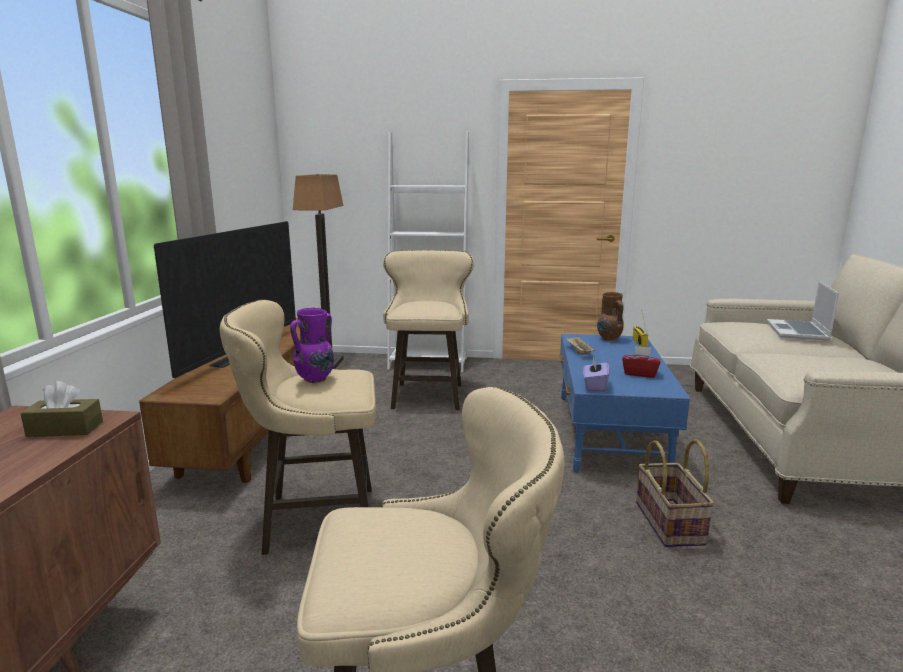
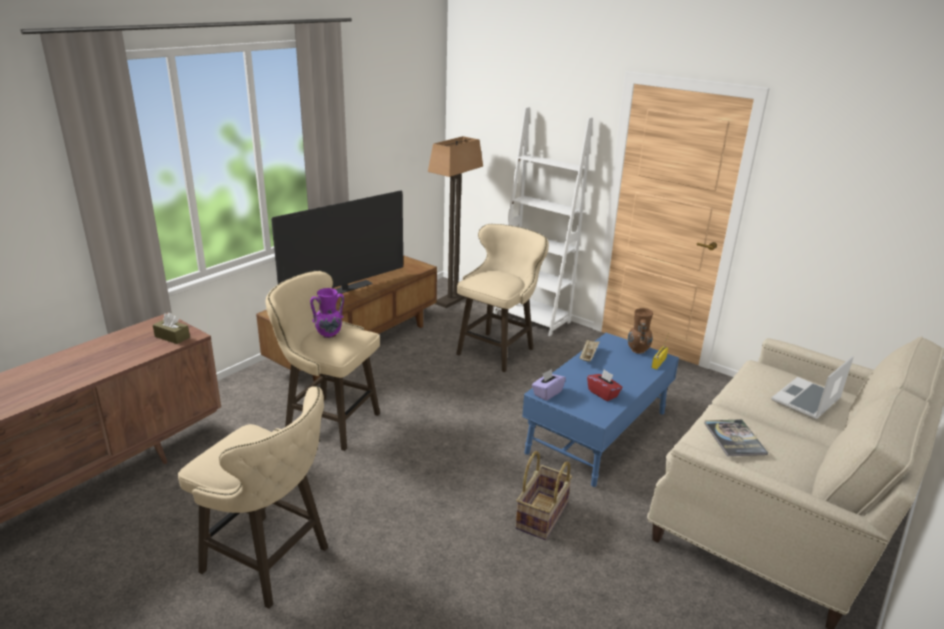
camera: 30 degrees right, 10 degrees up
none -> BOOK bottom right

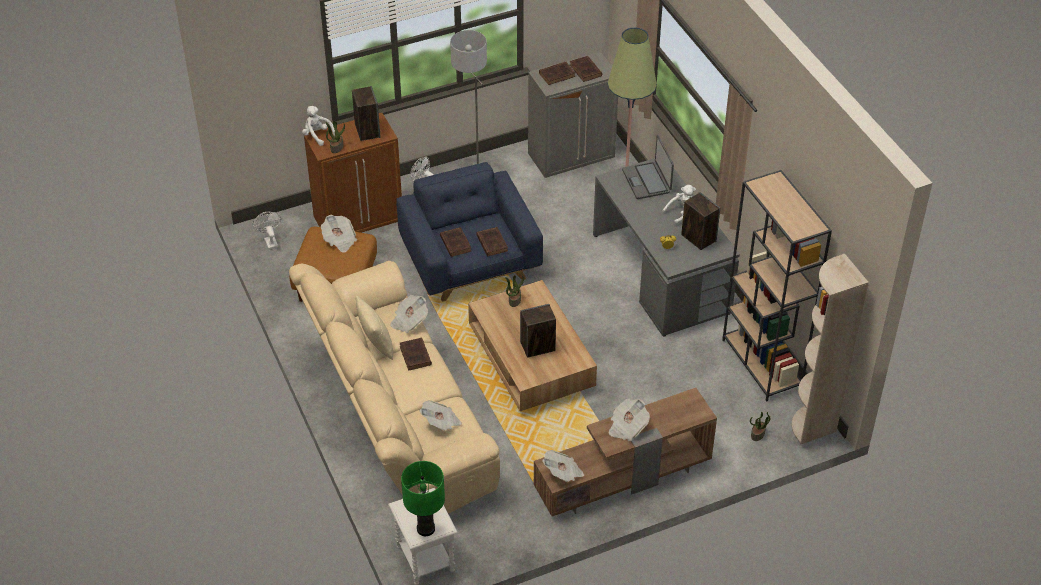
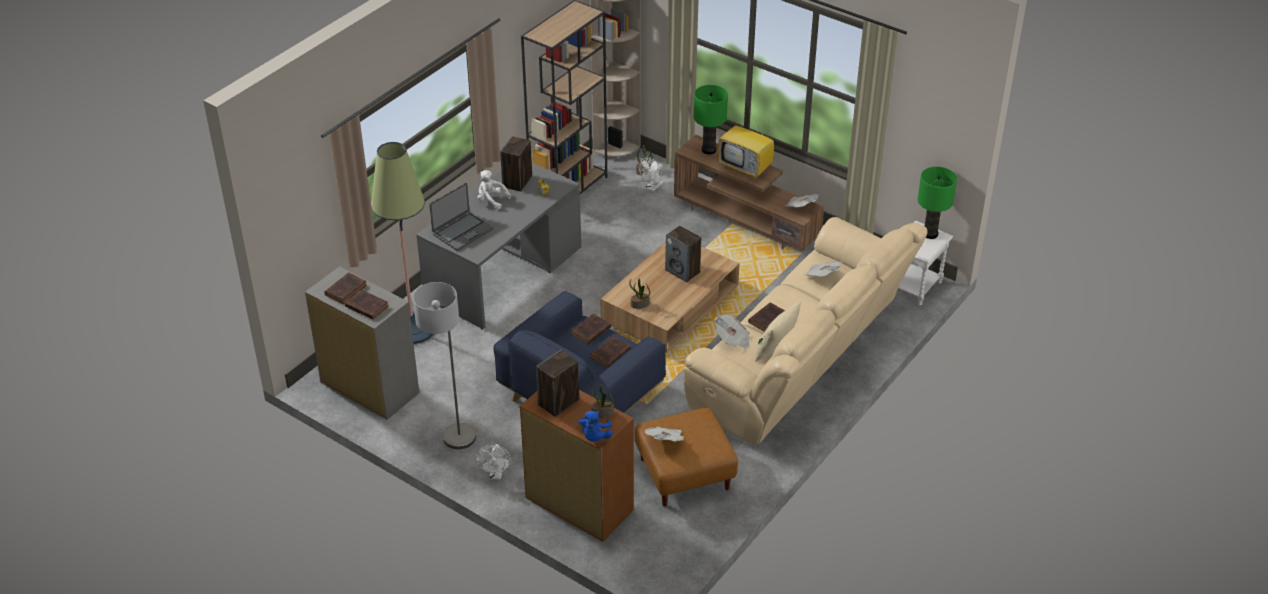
camera: 120 degrees left, 5 degrees down
WHITE PLUSH TOY (1st from left) top left -> BLUE PLUSH TOY bottom centre
WHITE FAN (1st from left in the first image) middle left -> WHITE FAN (2nd from left) top centre, move
NEWSPAPER (5th from left) bottom centre -> TELEVISION top centre
none -> GREEN TABLE LAMP (1st from left) top centre

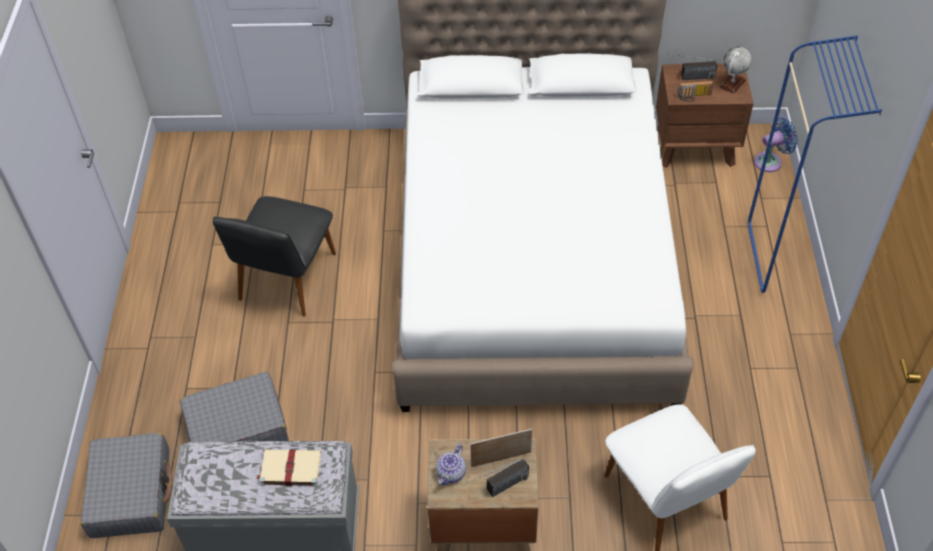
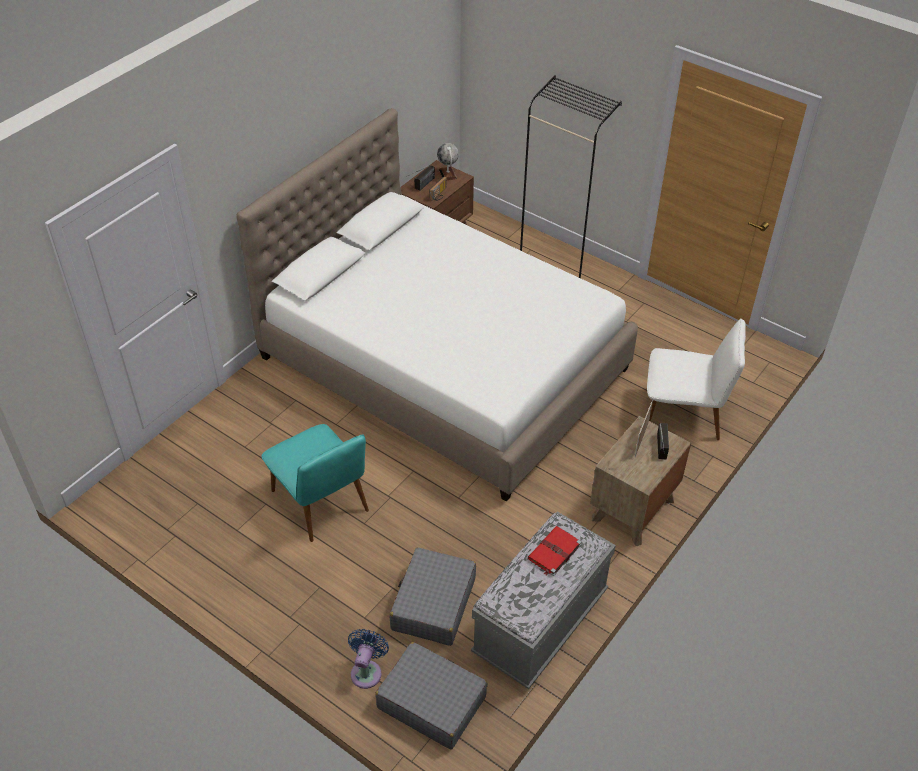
camera: 55 degrees left, 5 degrees down
BLUE CLOTHES RACK top right -> BLACK CLOTHES RACK top centre
BLUE FAN top right -> BLUE FAN bottom centre, move
BLACK CHAIR middle left -> TURQUOISE CHAIR centre
TEAPOT bottom centre -> none
BEIGE BOOK bottom left -> RED BOOK bottom centre

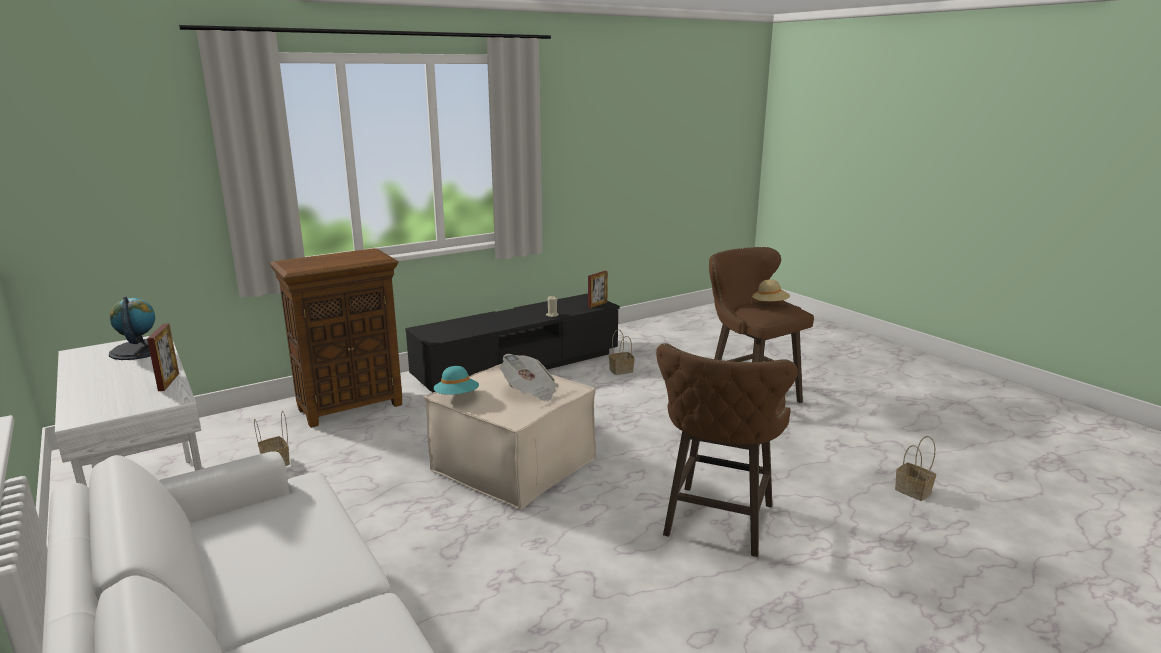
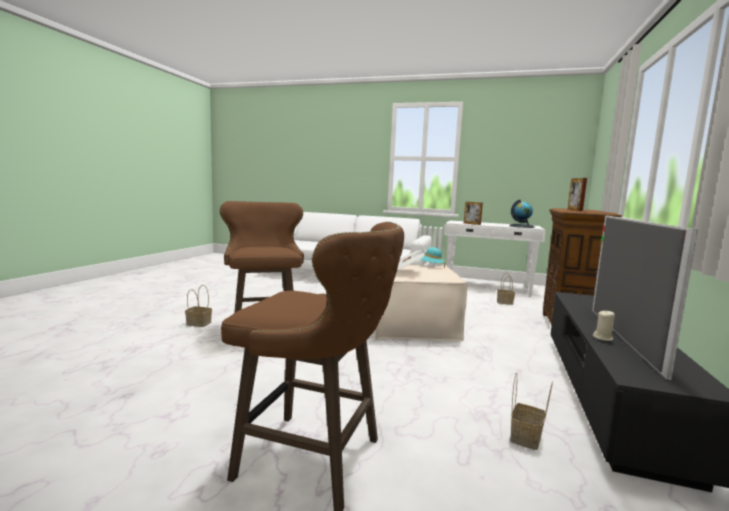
camera: 140 degrees right, 10 degrees down
PICTURE FRAME (2nd from left) centre -> PICTURE FRAME (2nd from left) middle right, move
BEIGE HAT centre -> none
BASKET (3rd from left in the first image) bottom right -> BASKET (1st from left) middle left, move
none -> TELEVISION middle right

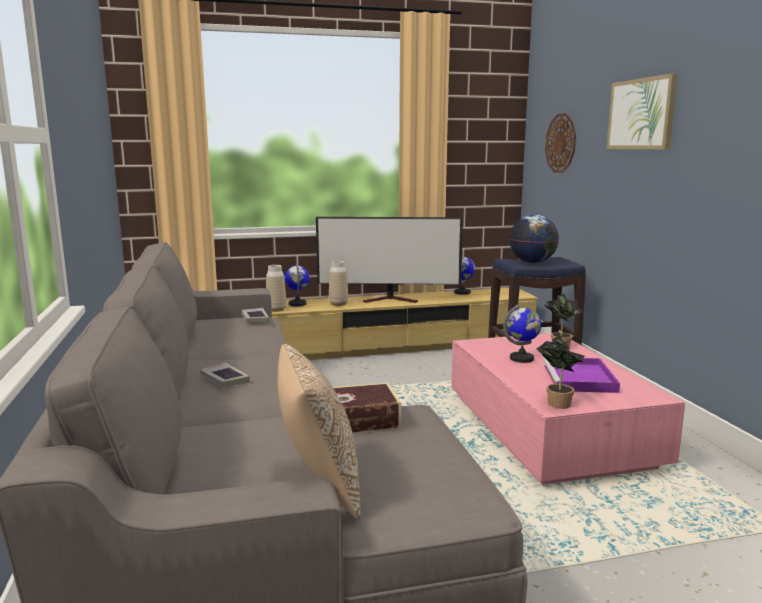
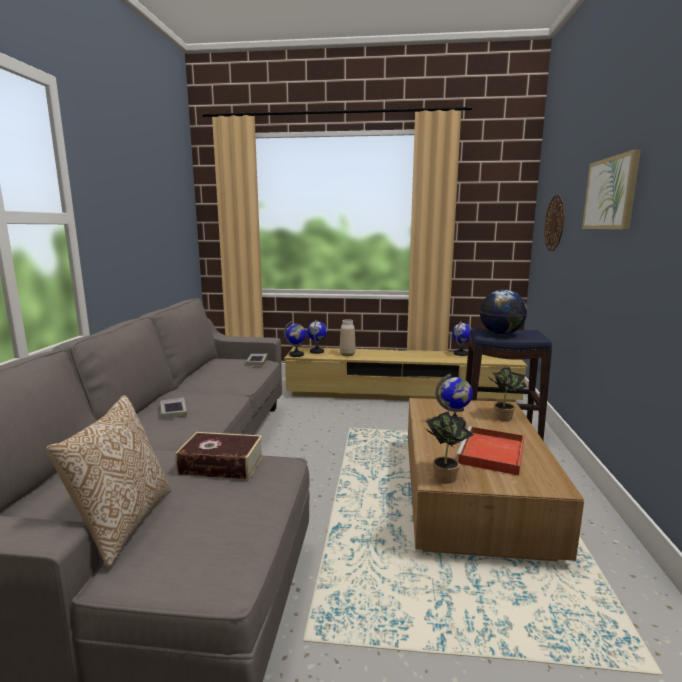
camera: 20 degrees right, 0 degrees up
TELEVISION centre -> none
VASE (1st from left) centre -> GLOBE (1st from left) centre
PINK COFFEE TABLE bottom right -> BROWN COFFEE TABLE bottom right
PURPLE TRAY middle right -> RED TRAY middle right

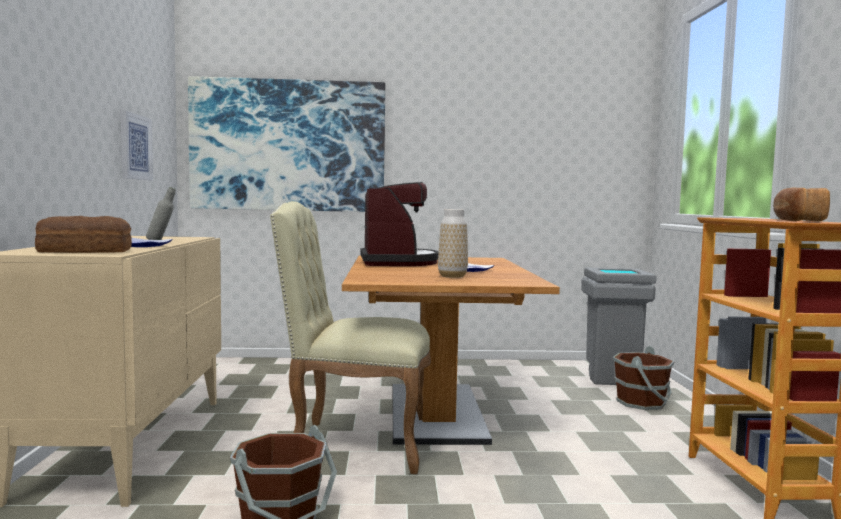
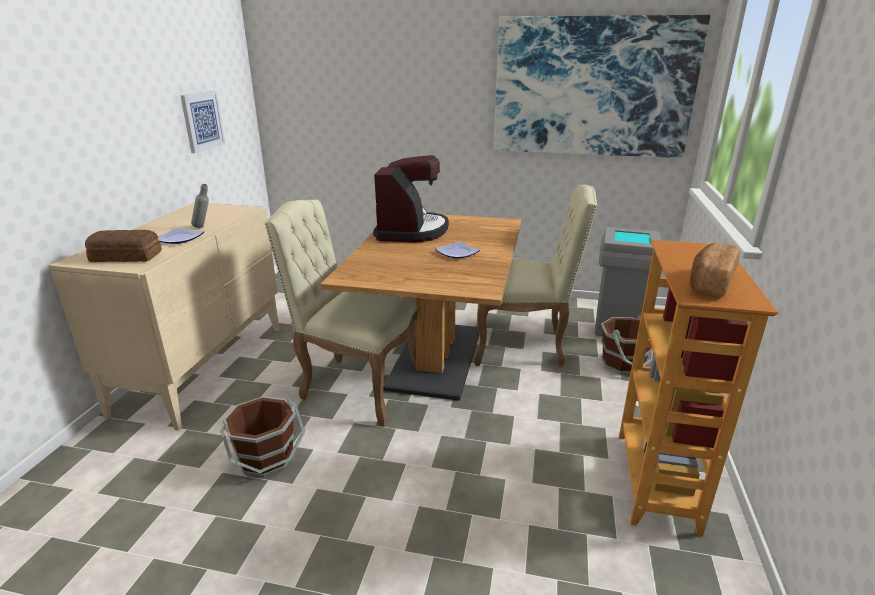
camera: 15 degrees right, 20 degrees up
PICTURE (2nd from left) top centre -> PICTURE (2nd from left) top right, move
VASE centre -> none
none -> BEIGE CHAIR (2nd from left) centre

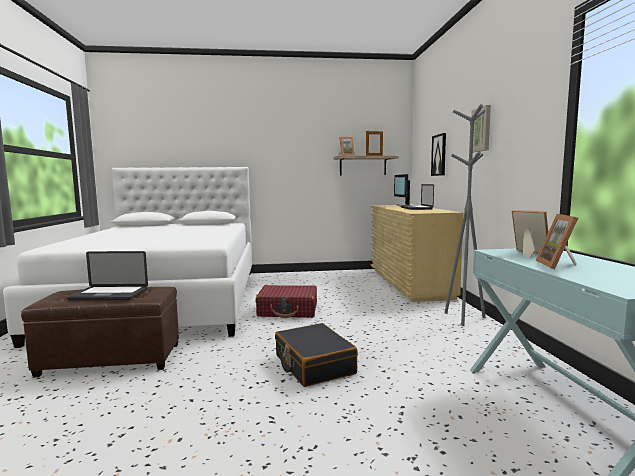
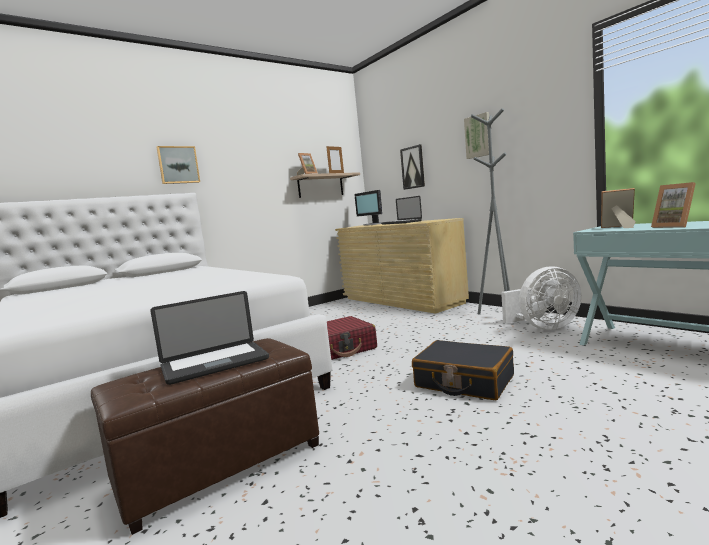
camera: 30 degrees left, 0 degrees up
none -> PICTURE (1st from left) top left
none -> WHITE FAN middle right

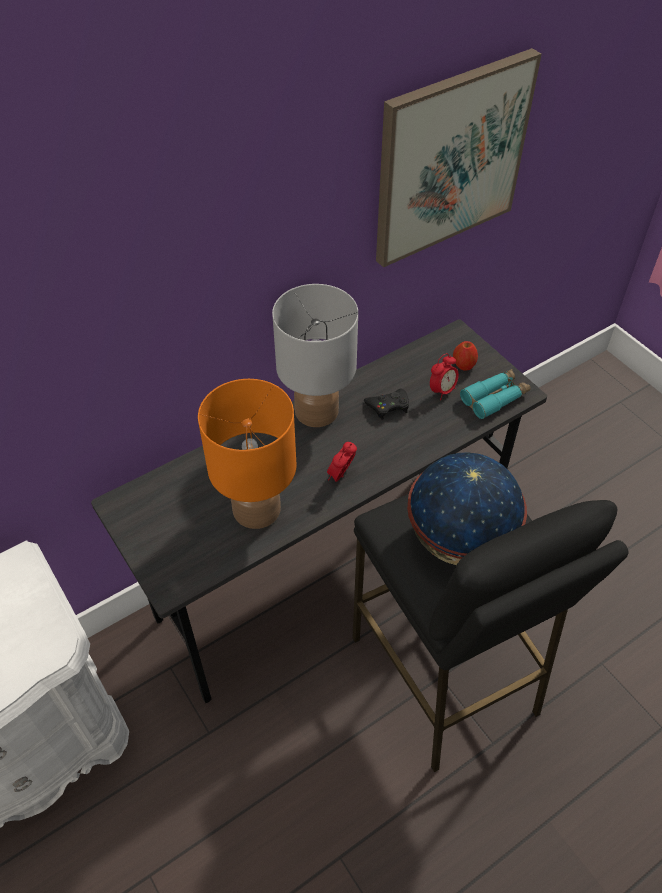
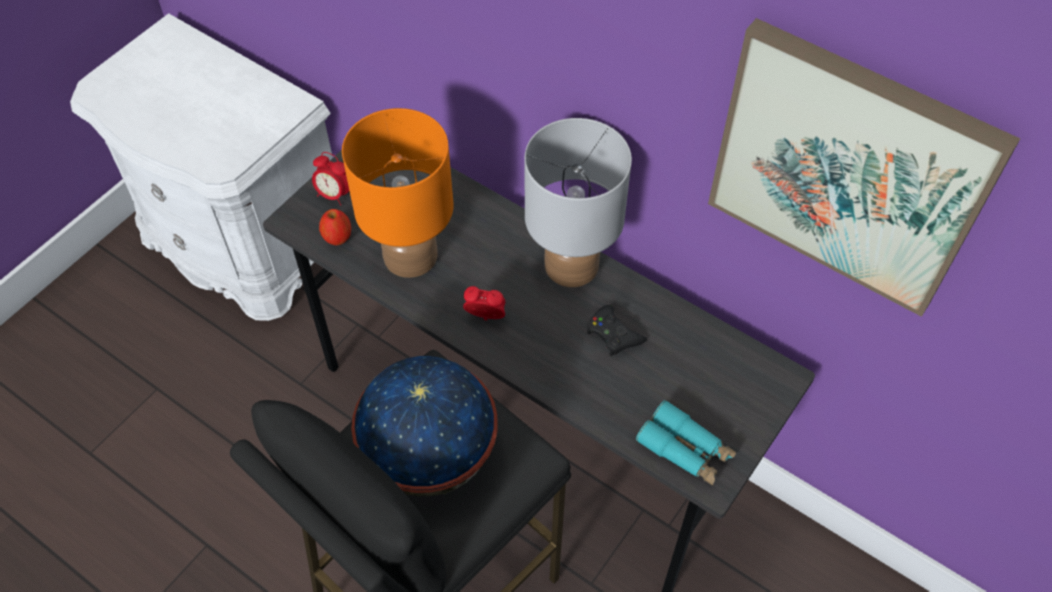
camera: 70 degrees right, 5 degrees up
APPLE middle right -> APPLE middle left, move
ALARM CLOCK (2nd from left in the first image) middle right -> ALARM CLOCK (1st from left) top left, move

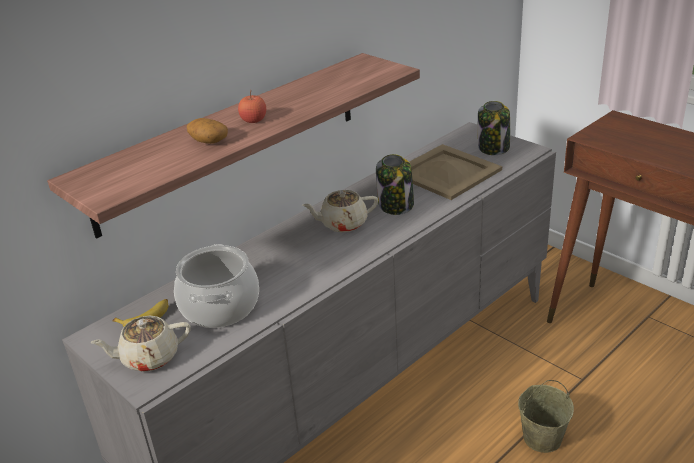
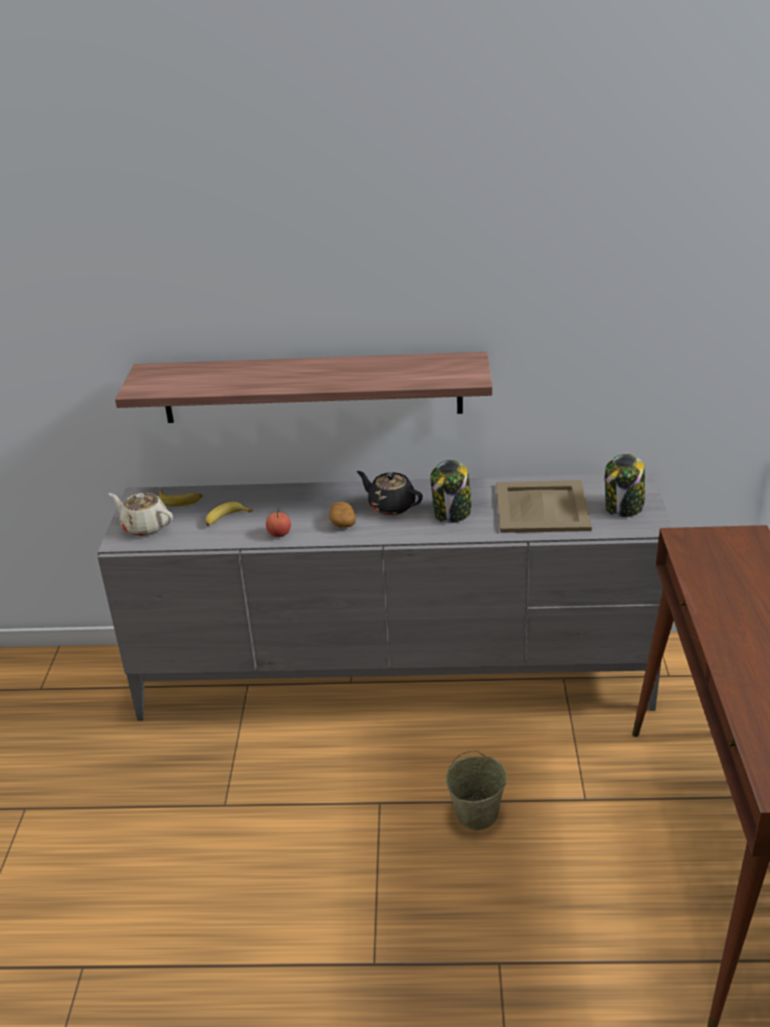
camera: 45 degrees right, 0 degrees up
APPLE top centre -> APPLE centre, move
POTATO top left -> POTATO centre, move
BEIGE TEAPOT (2nd from left) centre -> BLACK TEAPOT centre
COOKING POT middle left -> BANANA (2nd from left) middle left

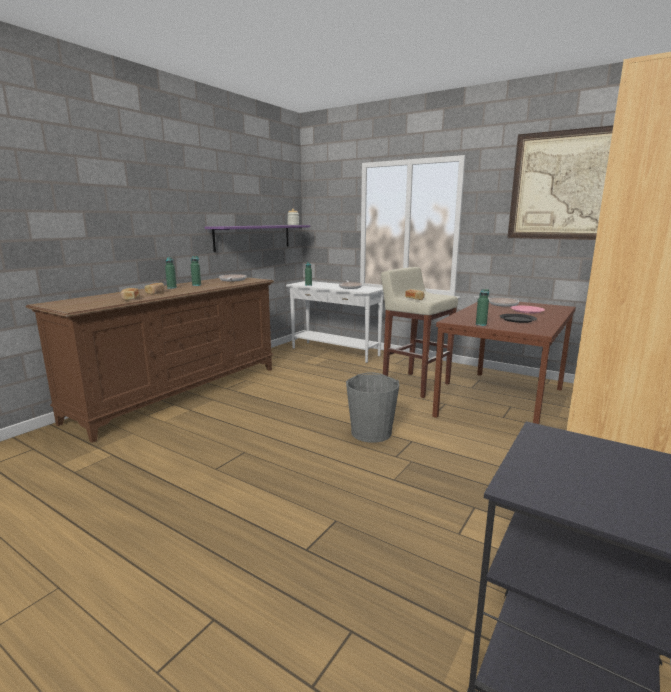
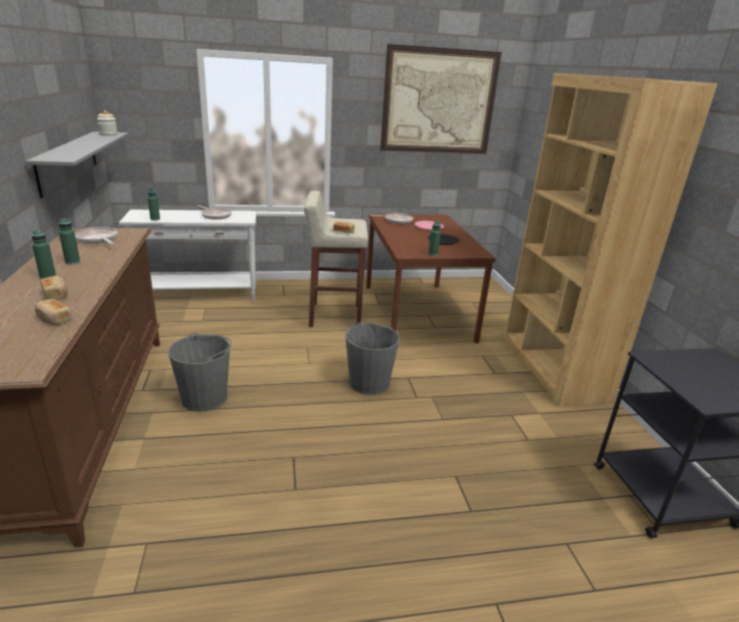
camera: 45 degrees left, 10 degrees up
PURPLE SHELF centre -> GREY SHELF top left
none -> GREY BUCKET (1st from left) middle left

